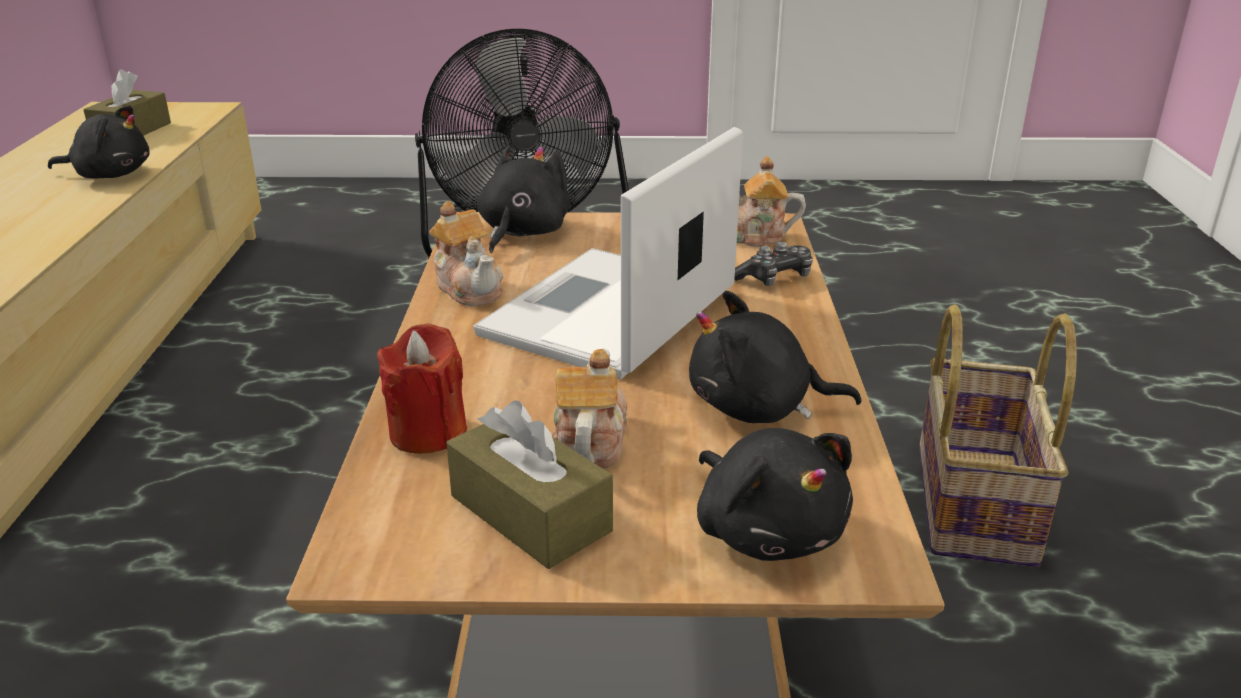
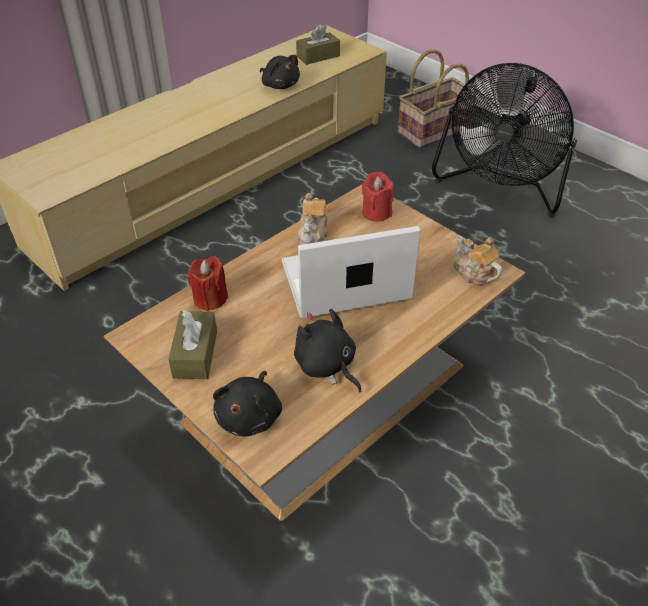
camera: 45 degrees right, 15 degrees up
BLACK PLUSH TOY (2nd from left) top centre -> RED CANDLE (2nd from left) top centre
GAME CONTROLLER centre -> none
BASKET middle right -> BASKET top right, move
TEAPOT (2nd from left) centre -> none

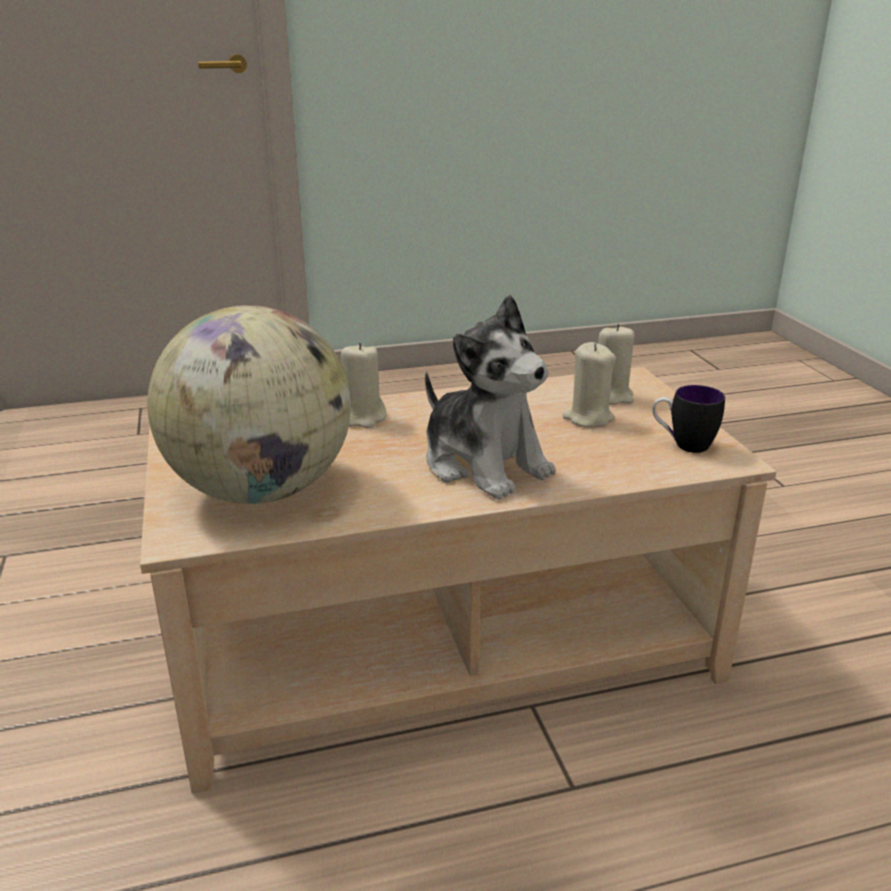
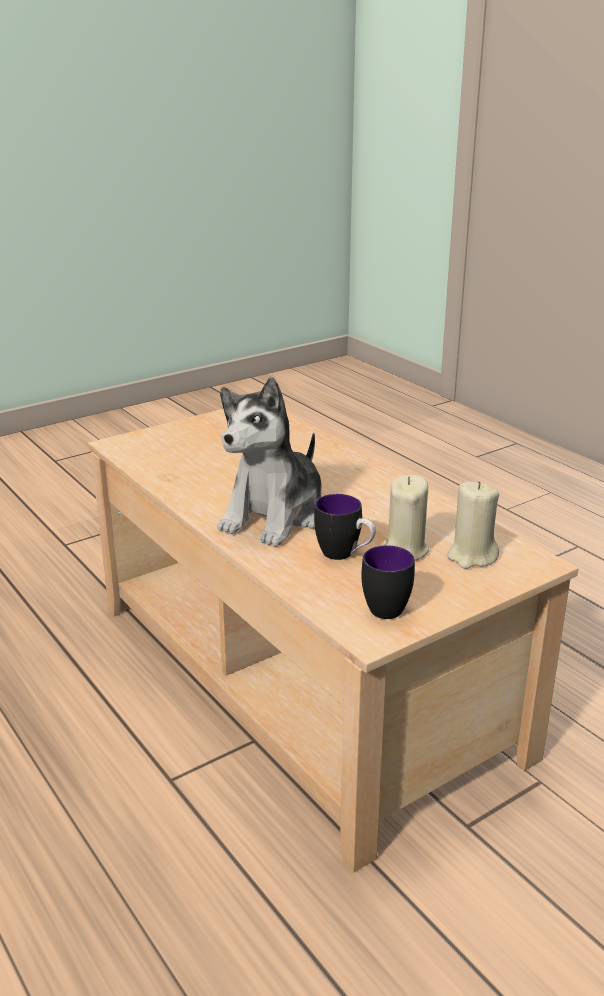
camera: 70 degrees right, 0 degrees up
GLOBE middle left -> none
BEIGE CANDLE (1st from left) centre -> none
none -> MUG (1st from left) centre

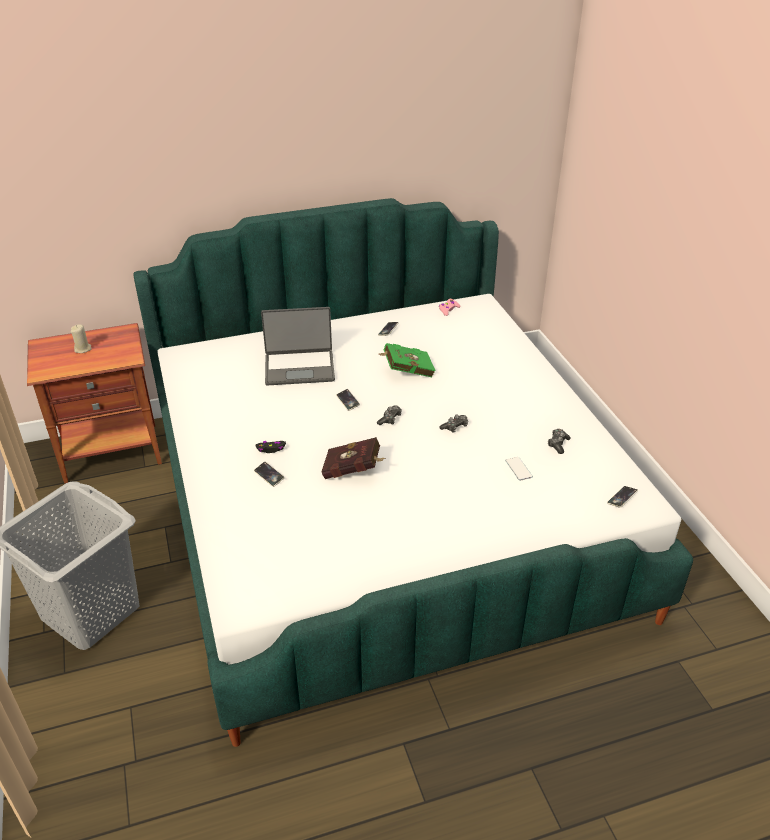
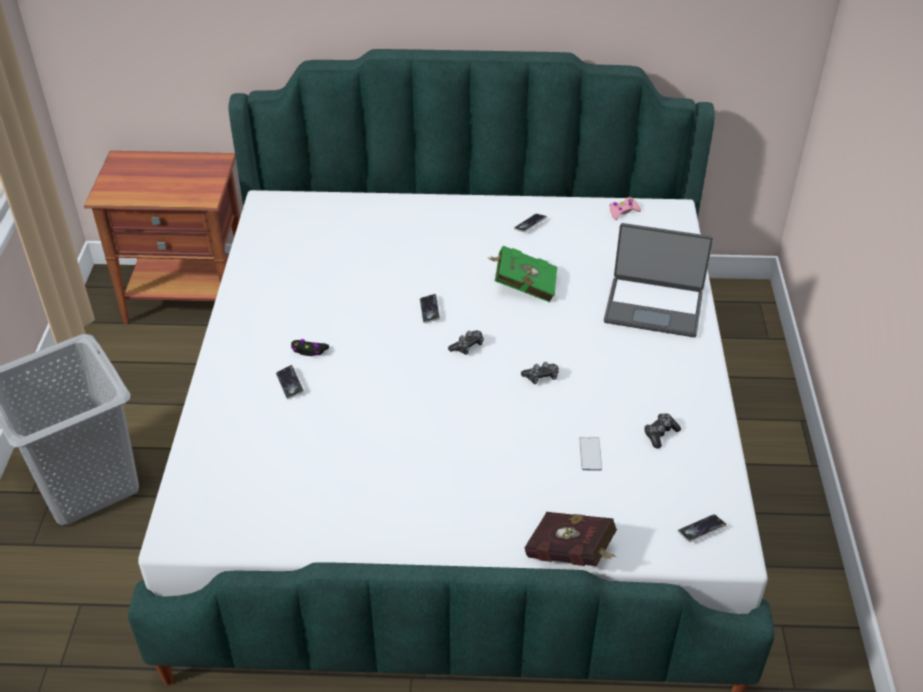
camera: 20 degrees right, 5 degrees up
LAPTOP centre -> LAPTOP middle right, move
BEIGE CANDLE middle left -> none
RED BOOK centre -> RED BOOK bottom centre, move

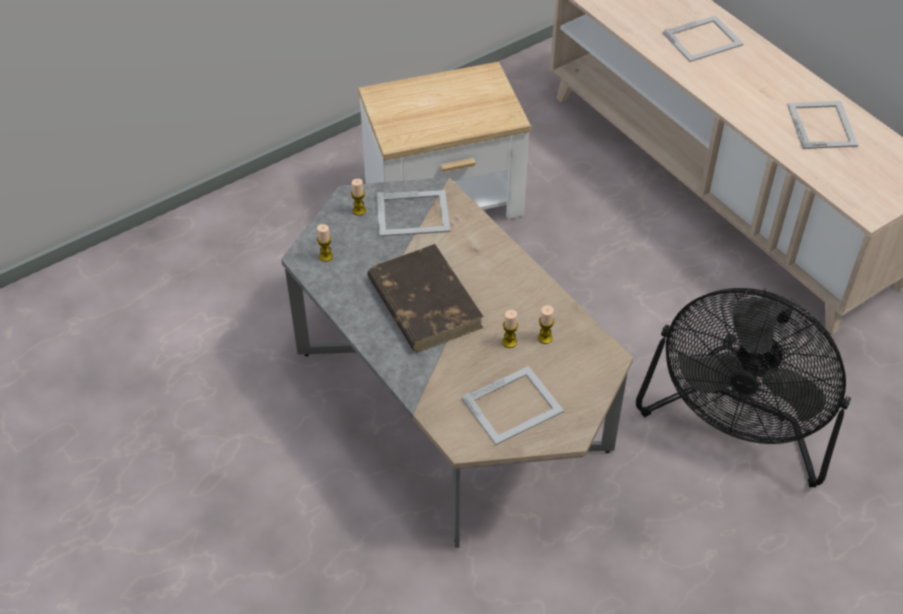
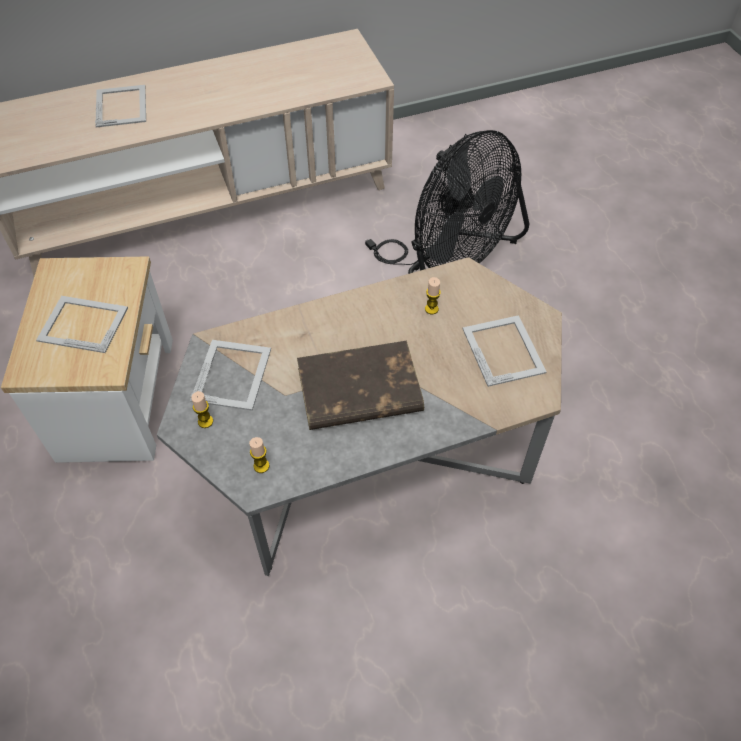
camera: 75 degrees left, 5 degrees up
PICTURE FRAME (4th from left in the first image) top right -> PICTURE FRAME (1st from left) middle left, move
CANDLE (3rd from left) centre -> none

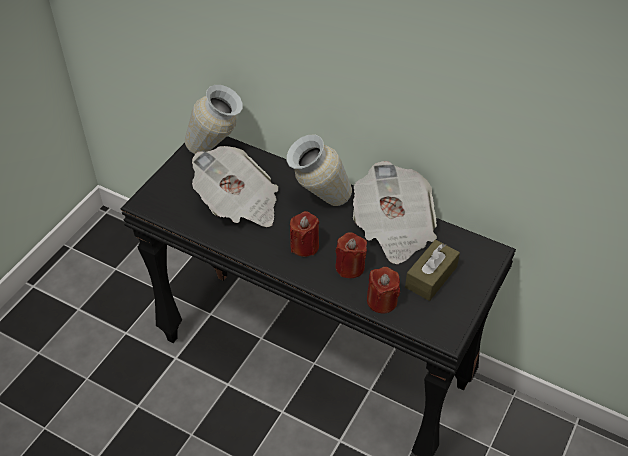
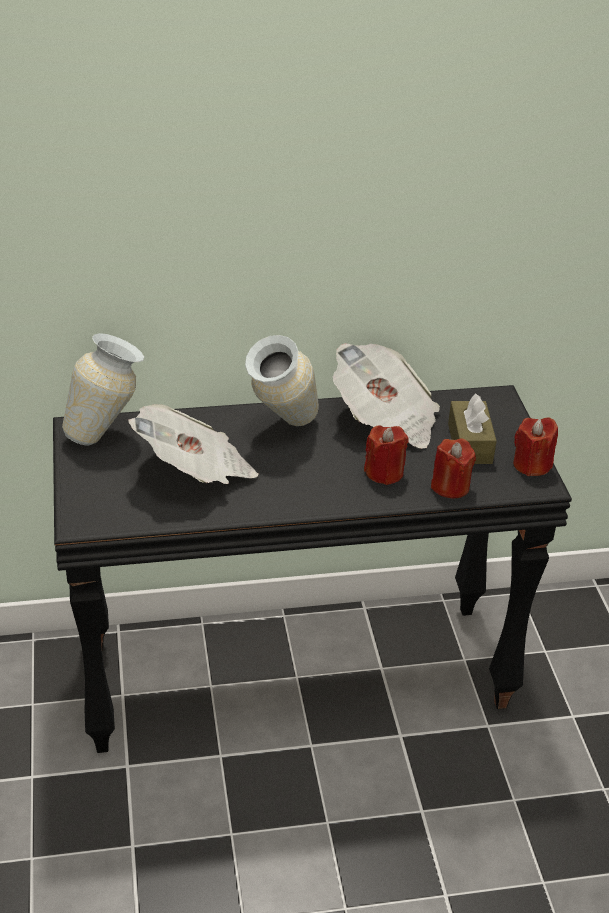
camera: 40 degrees left, 10 degrees down
RED CANDLE (1st from left in the first image) centre -> RED CANDLE (3rd from left) middle right, move

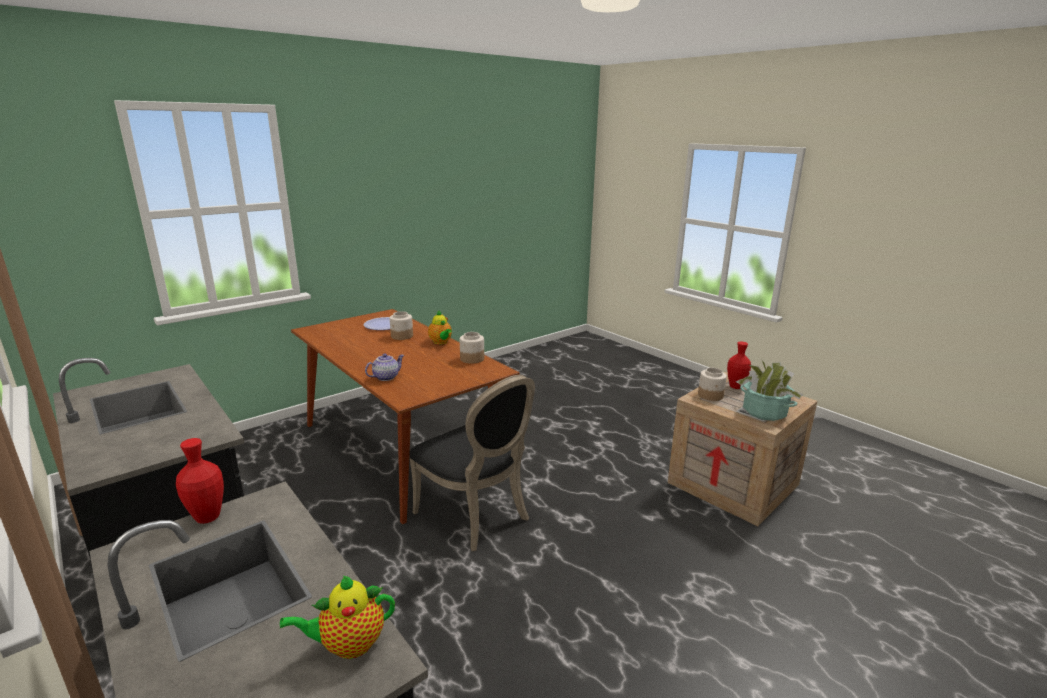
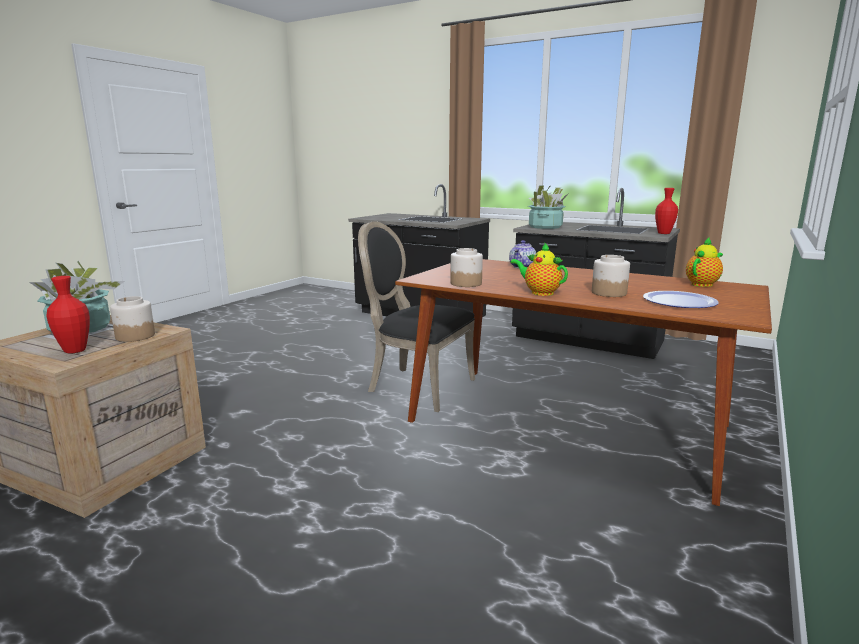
camera: 160 degrees right, 5 degrees down
RED VASE (1st from left in the first image) bottom left -> RED VASE (2nd from left) top right, move
TEAPOT (1st from left in the first image) bottom left -> TEAPOT (3rd from left) middle right, move
none -> POTTED PLANT (2nd from left) top centre

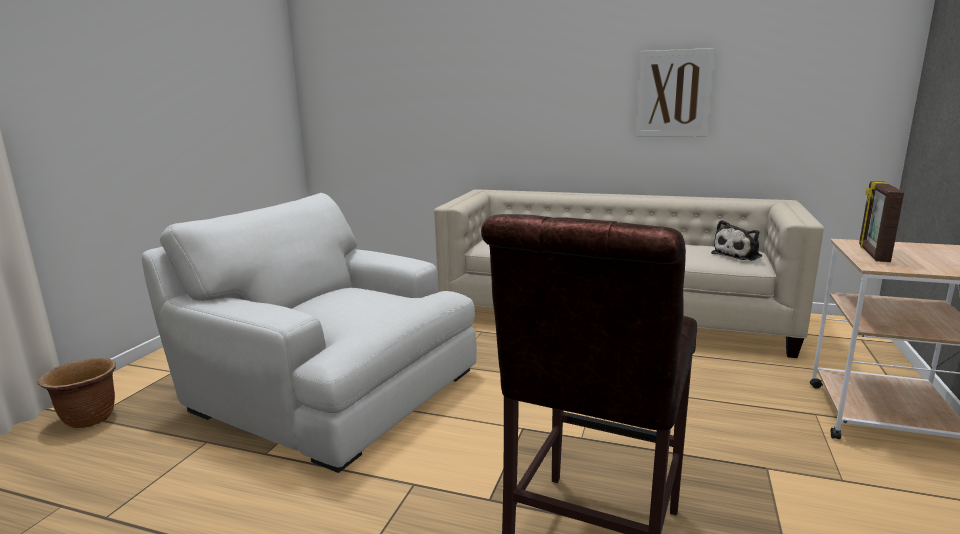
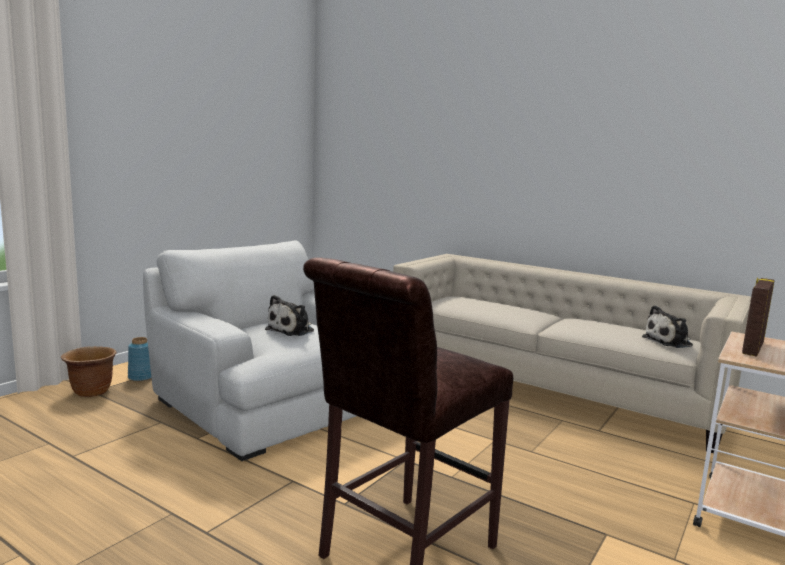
camera: 15 degrees right, 5 degrees down
PICTURE top right -> none
none -> PLUSH TOY (1st from left) centre
none -> BLUE VASE middle left

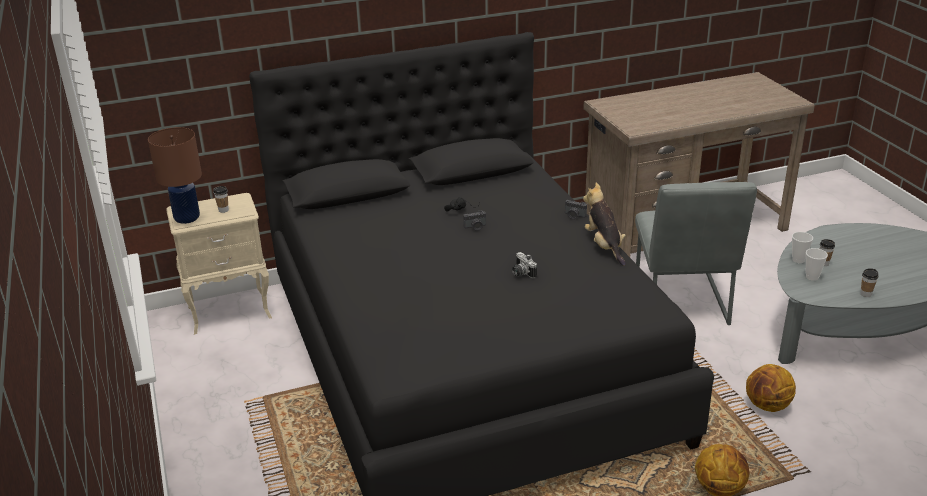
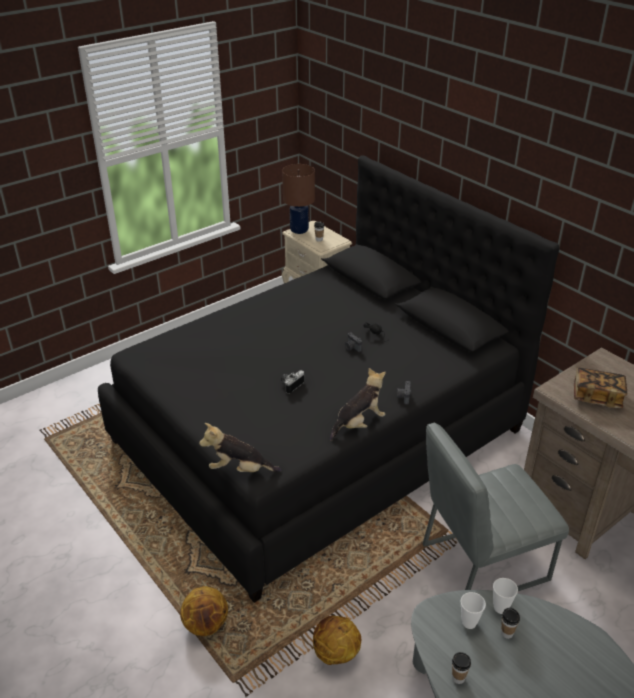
camera: 70 degrees right, 5 degrees up
none -> BOOK middle right
none -> PLUSH TOY (1st from left) centre

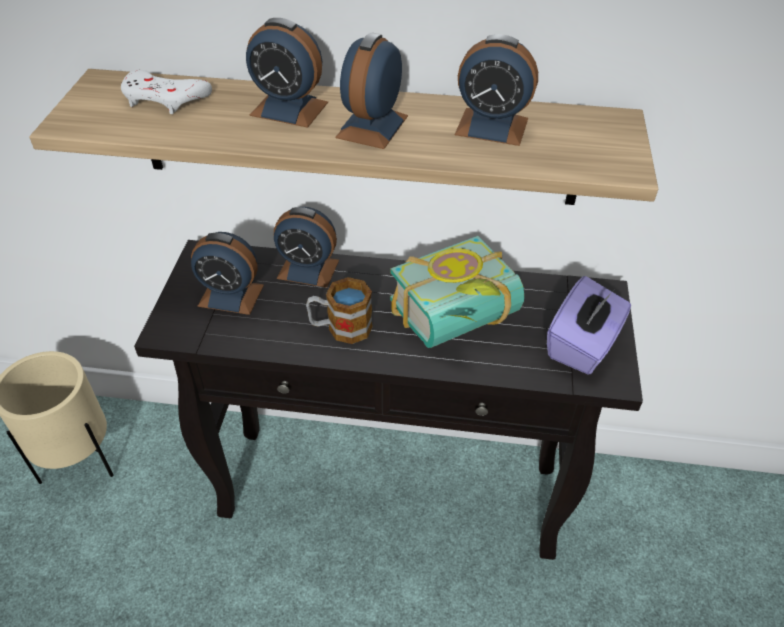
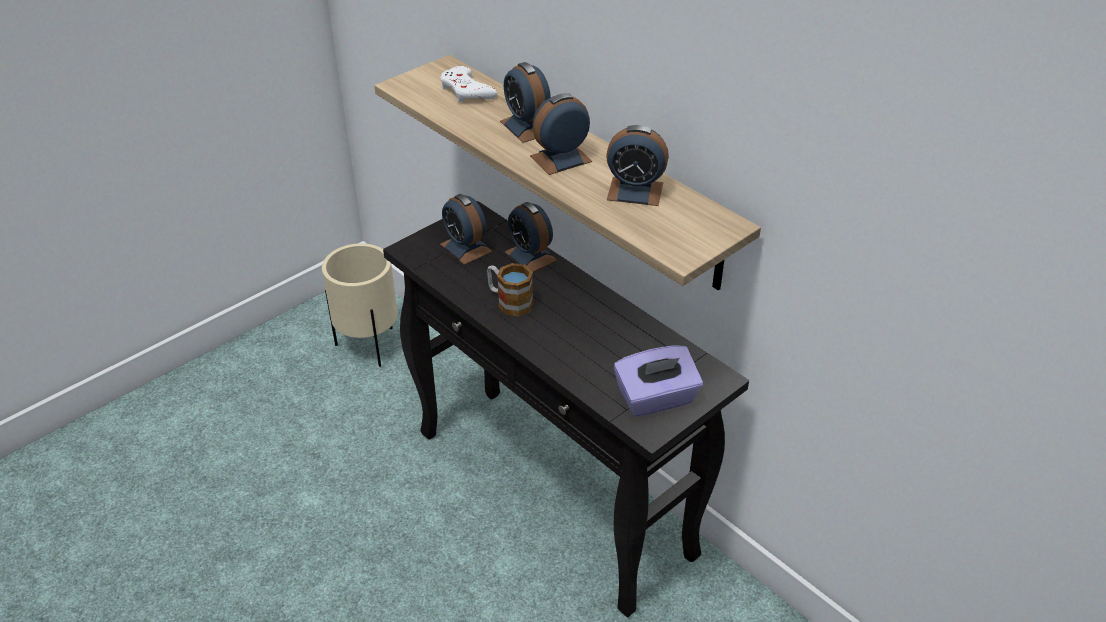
camera: 40 degrees right, 5 degrees down
ALARM CLOCK (5th from left) top centre, 45 degrees counterclockwise
BOOK centre -> none

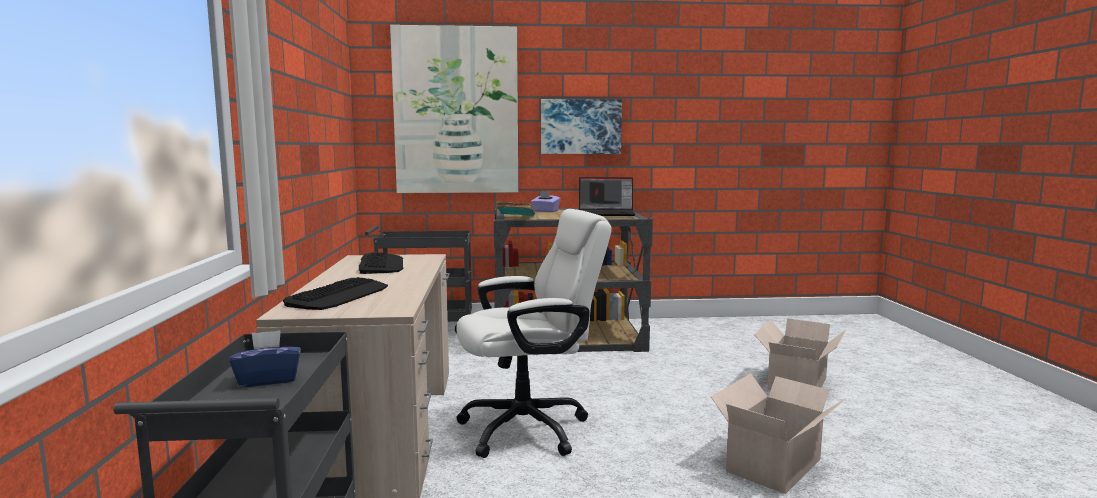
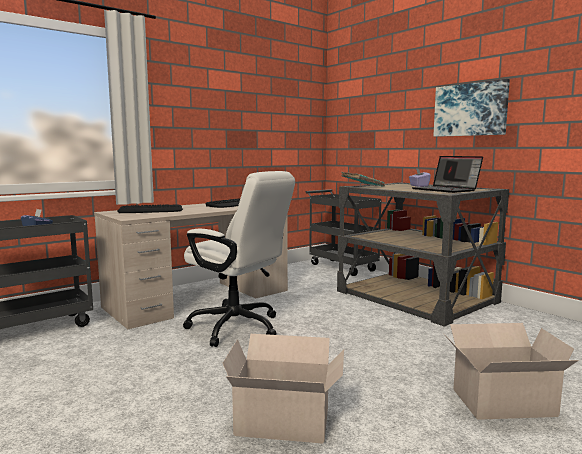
camera: 55 degrees right, 0 degrees up
PICTURE (1st from left) top centre -> none

